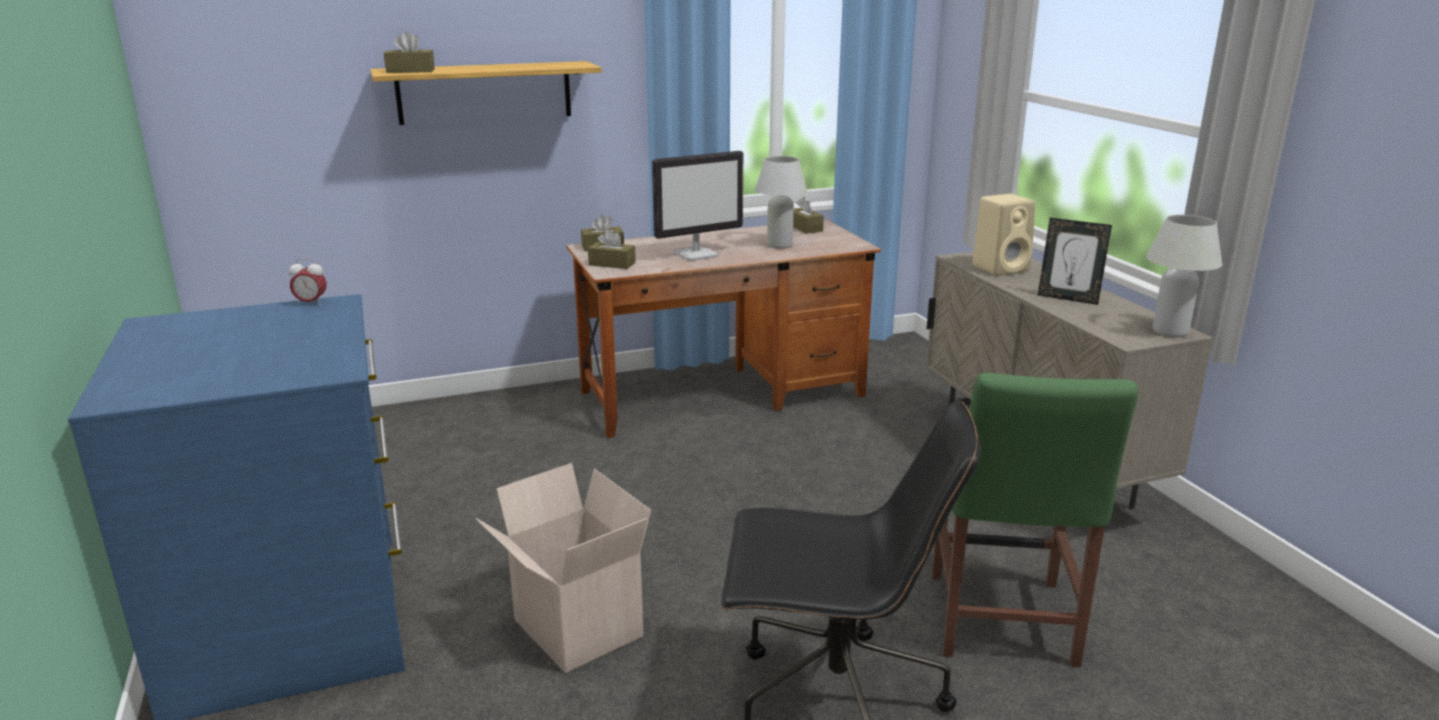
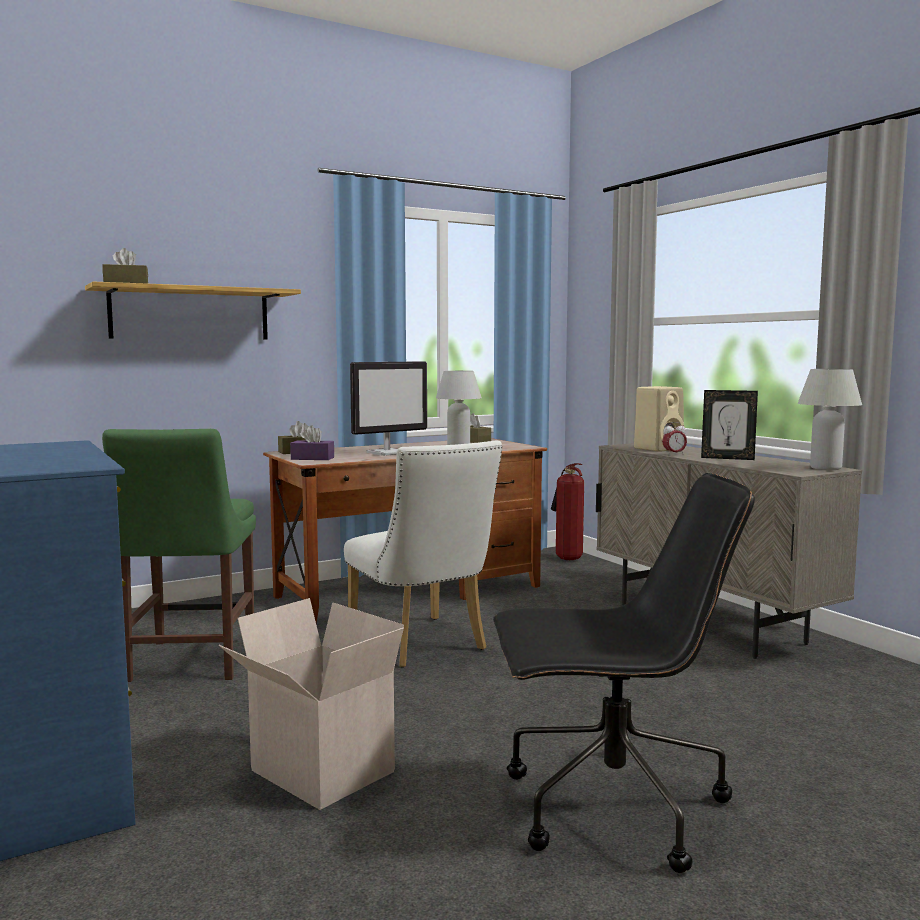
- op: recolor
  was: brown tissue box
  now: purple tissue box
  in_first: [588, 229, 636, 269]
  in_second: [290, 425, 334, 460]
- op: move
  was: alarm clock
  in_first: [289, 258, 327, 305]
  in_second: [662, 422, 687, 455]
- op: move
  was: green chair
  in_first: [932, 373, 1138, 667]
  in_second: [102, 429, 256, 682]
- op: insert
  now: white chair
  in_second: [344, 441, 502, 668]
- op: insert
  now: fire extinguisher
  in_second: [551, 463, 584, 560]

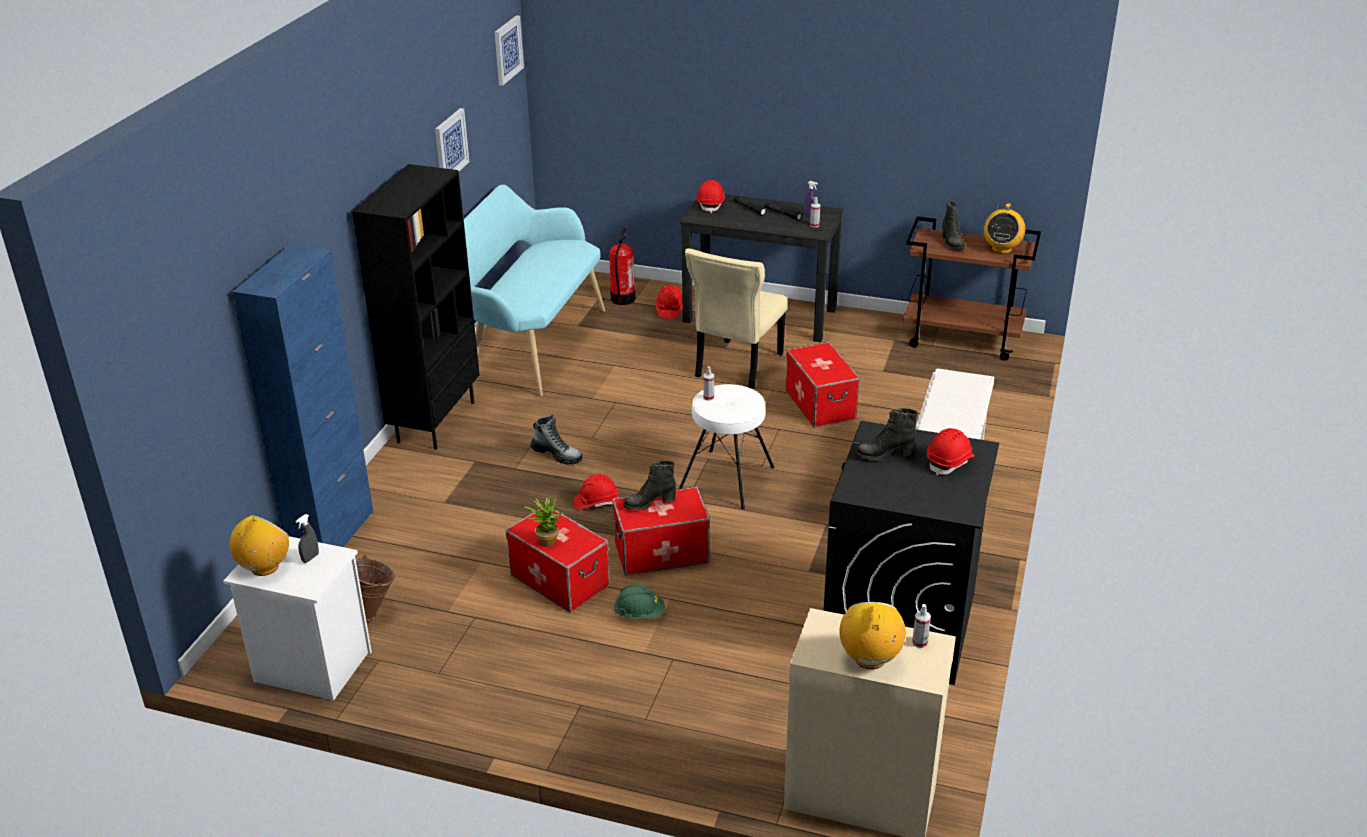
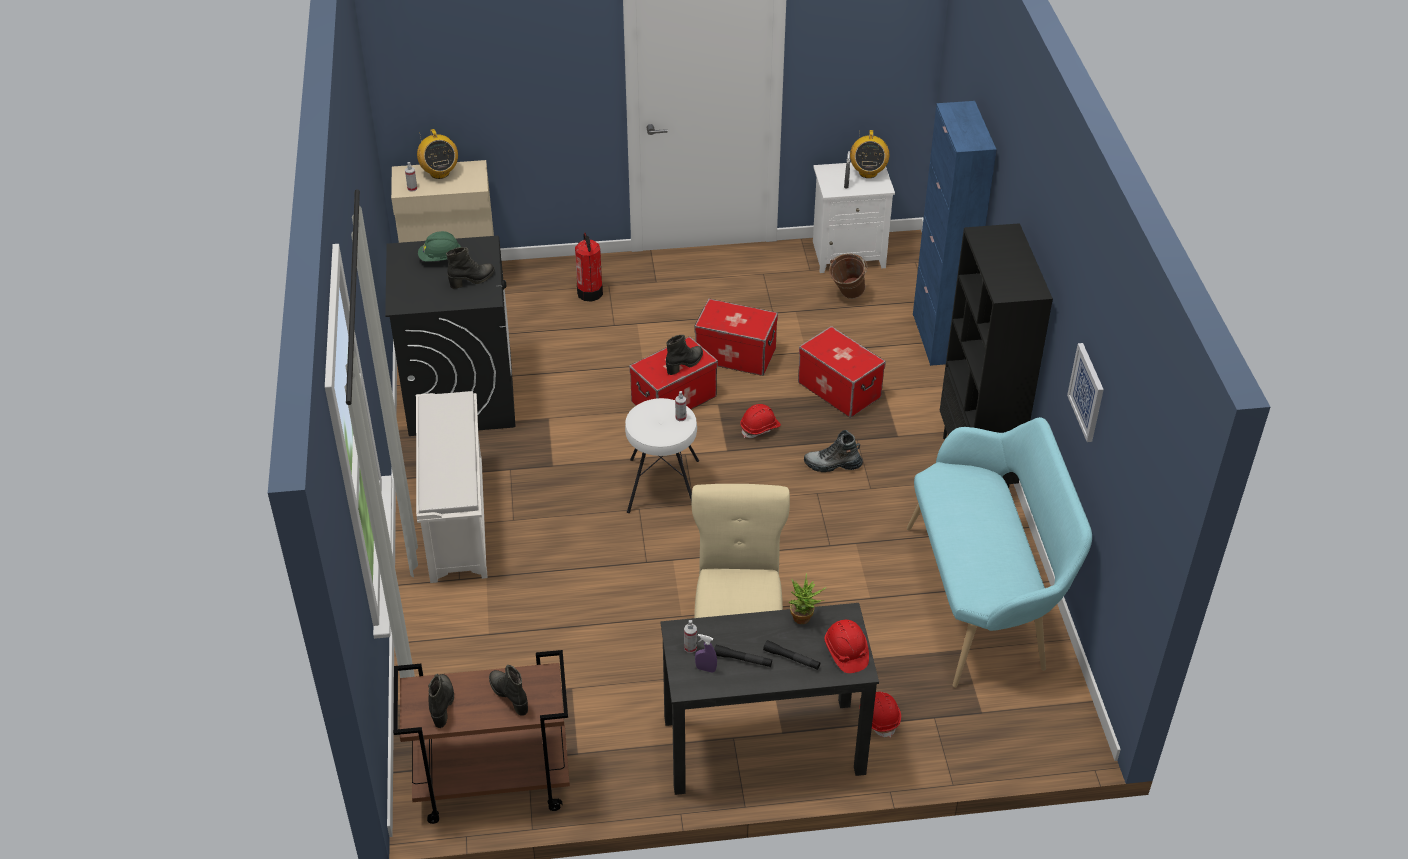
- op: delete
  was: picture
  in_first: [495, 15, 524, 86]
- op: replace
  was: radio
  now: black boot
  in_first: [984, 203, 1025, 254]
  in_second: [428, 674, 454, 728]
- op: move
  was: fire extinguisher
  in_first: [609, 228, 635, 305]
  in_second: [575, 233, 603, 302]
- op: move
  was: storage box
  in_first: [786, 342, 860, 428]
  in_second: [798, 326, 886, 418]
- op: delete
  was: red hard hat
  in_first: [927, 428, 975, 476]
- op: move
  was: potted plant
  in_first: [524, 497, 563, 547]
  in_second: [788, 573, 825, 624]
- op: move
  was: green hard hat
  in_first: [613, 584, 665, 619]
  in_second: [418, 231, 461, 261]

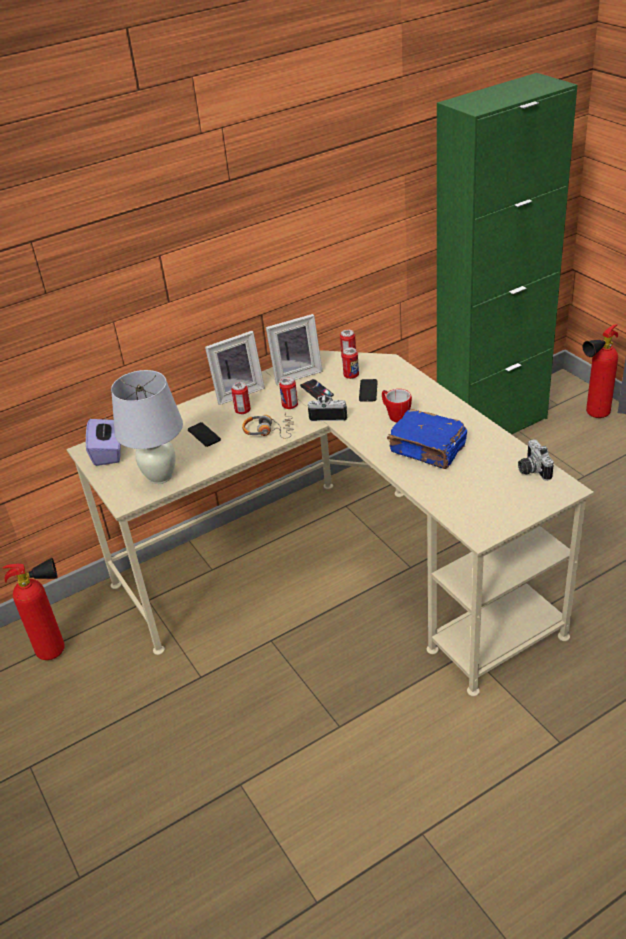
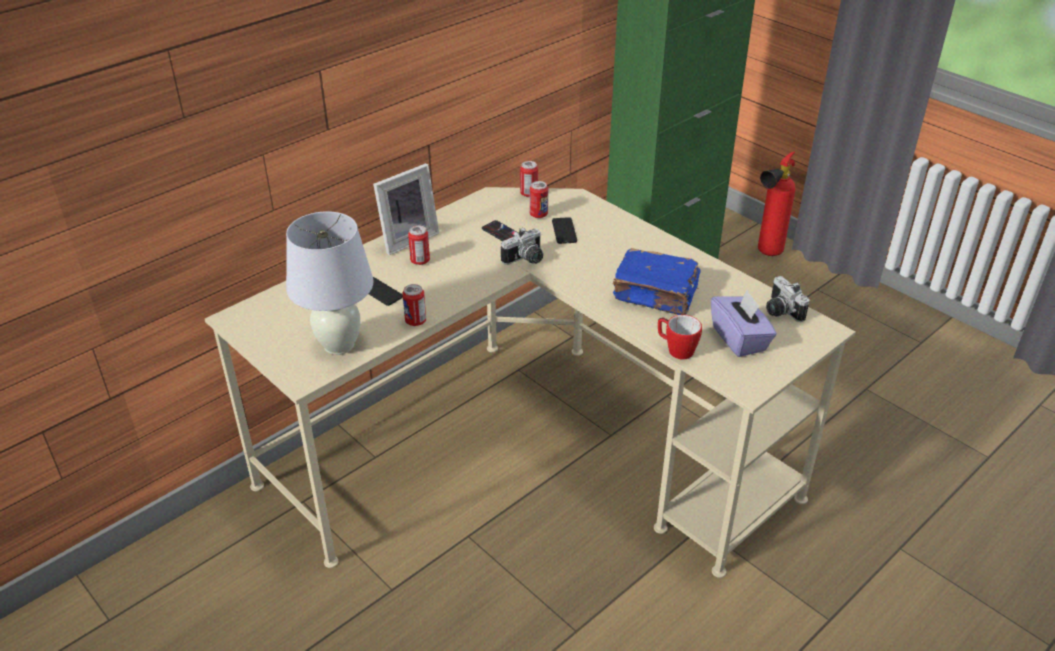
- op: delete
  was: picture frame
  in_first: [266, 314, 323, 385]
- op: move
  was: can
  in_first: [279, 377, 298, 409]
  in_second: [402, 284, 426, 326]
- op: move
  was: mug
  in_first: [382, 389, 412, 422]
  in_second: [658, 315, 702, 360]
- op: rotate
  was: photo camera
  in_first: [308, 395, 347, 421]
  in_second: [501, 227, 543, 265]
  clockwise: 150
- op: delete
  was: headphones
  in_first: [242, 412, 294, 439]
- op: move
  was: purple tissue box
  in_first: [86, 418, 121, 466]
  in_second: [711, 290, 777, 357]
- op: delete
  was: fire extinguisher
  in_first: [2, 558, 65, 660]

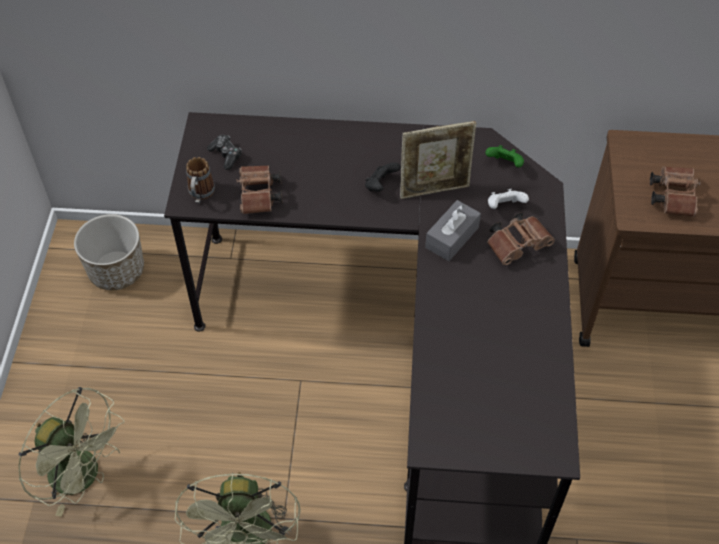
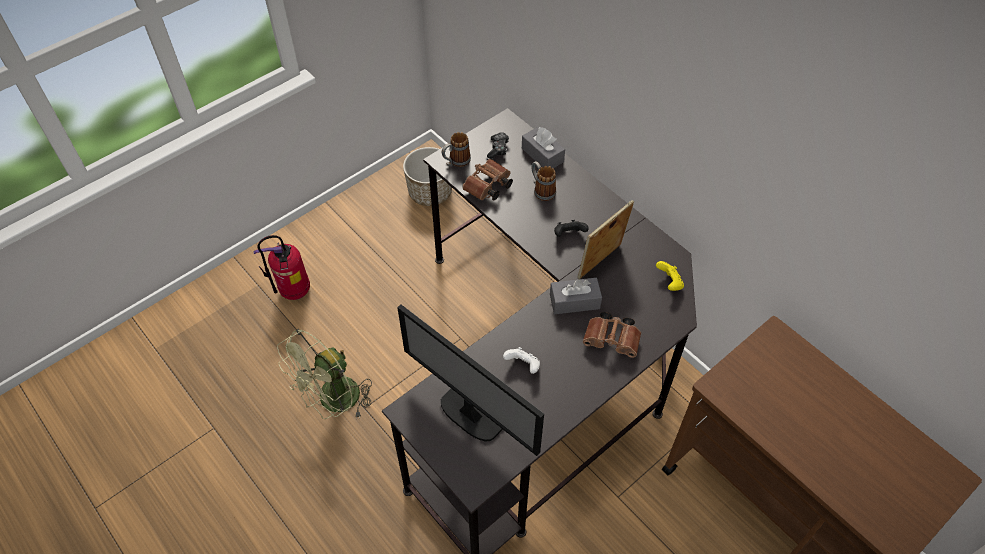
- op: rotate
  was: picture frame
  in_first: [400, 121, 476, 199]
  in_second: [578, 200, 634, 279]
  clockwise: 105
- op: recolor
  was: green game controller
  now: yellow game controller
  in_first: [485, 145, 524, 168]
  in_second: [656, 261, 684, 291]
- op: delete
  was: brown binoculars
  in_first: [650, 167, 701, 217]
- op: move
  was: white game controller
  in_first: [488, 189, 529, 209]
  in_second: [503, 347, 540, 374]
- op: replace
  was: green fan
  now: fire extinguisher
  in_first: [18, 387, 124, 517]
  in_second: [253, 235, 310, 300]
- op: insert
  now: grey tissue box
  in_second: [522, 126, 565, 168]
- op: insert
  now: mug
  in_second: [531, 161, 556, 201]
- op: insert
  now: monitor
  in_second: [397, 304, 544, 456]

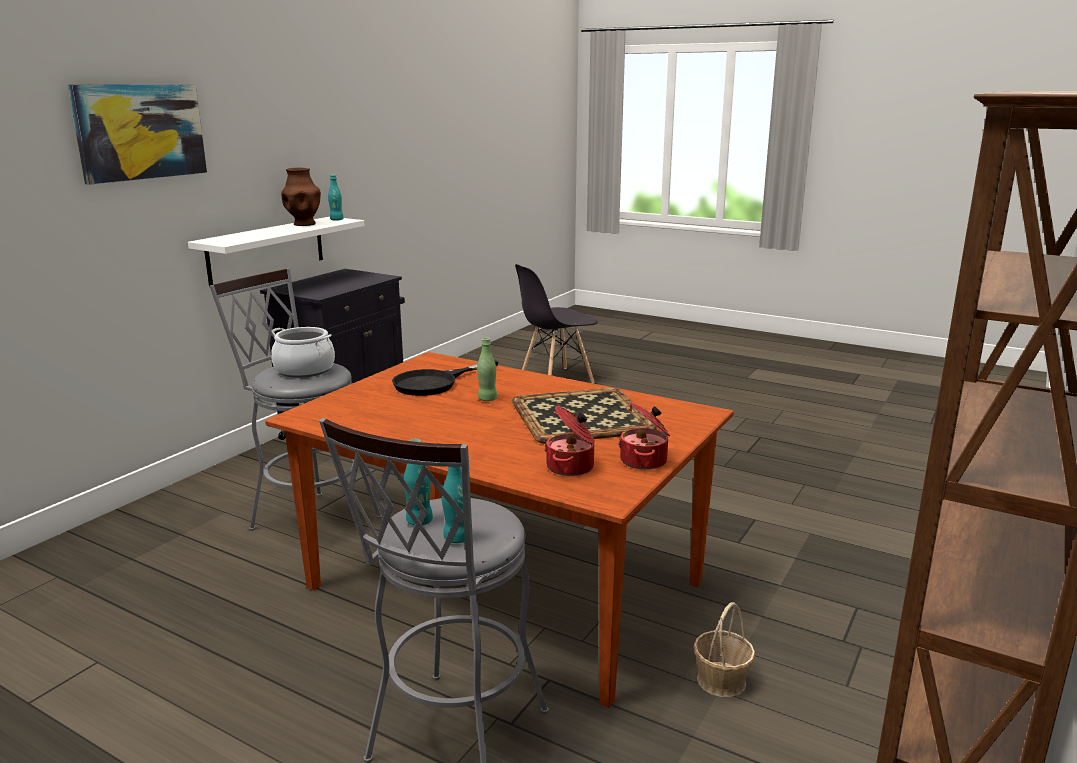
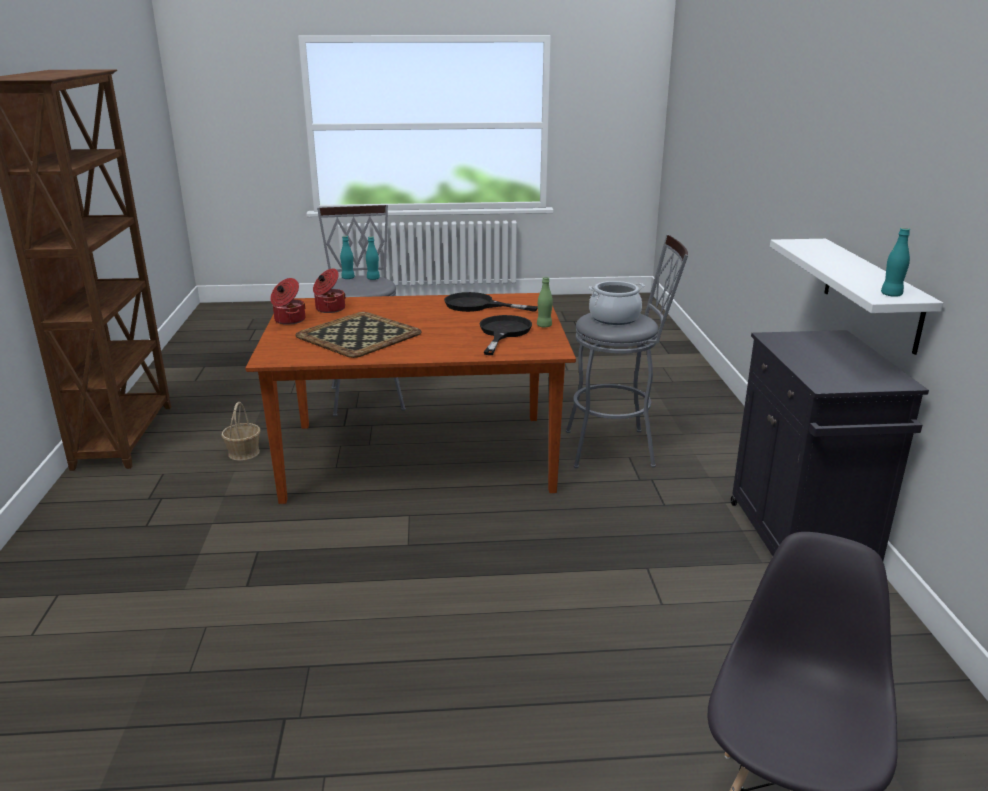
- op: delete
  was: picture
  in_first: [68, 84, 207, 185]
- op: delete
  was: brown vase
  in_first: [281, 168, 321, 226]
- op: move
  was: green bottle
  in_first: [477, 338, 497, 401]
  in_second: [537, 277, 553, 328]
- op: insert
  now: black frying pan
  in_second: [444, 292, 538, 312]

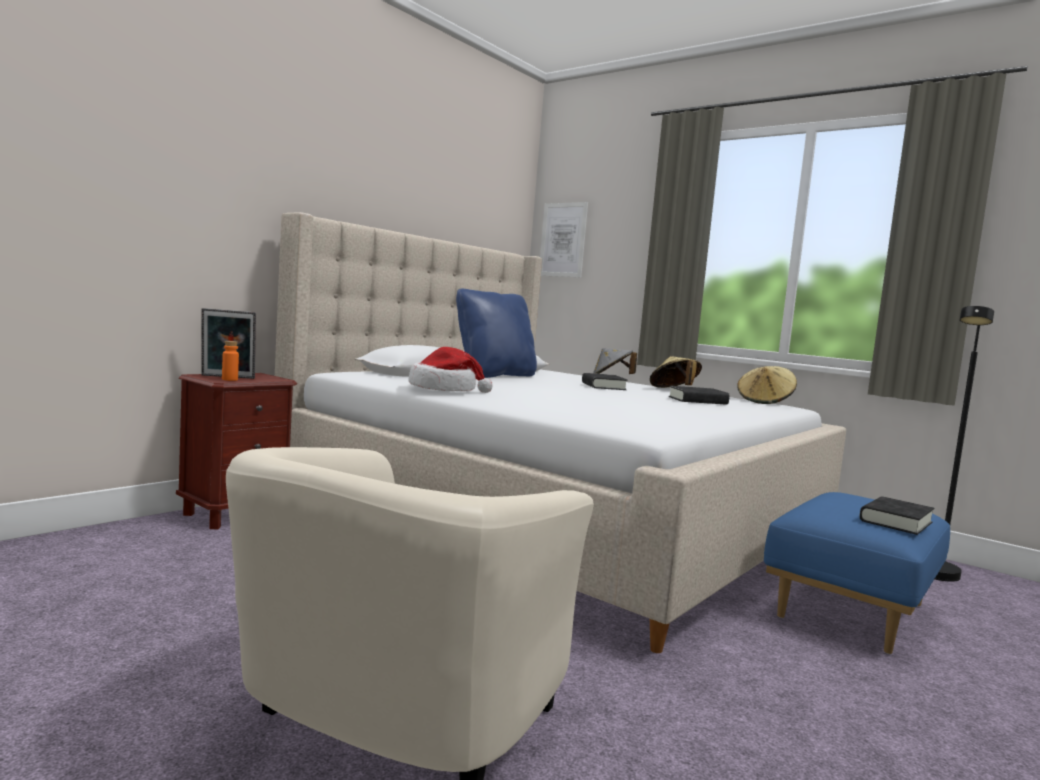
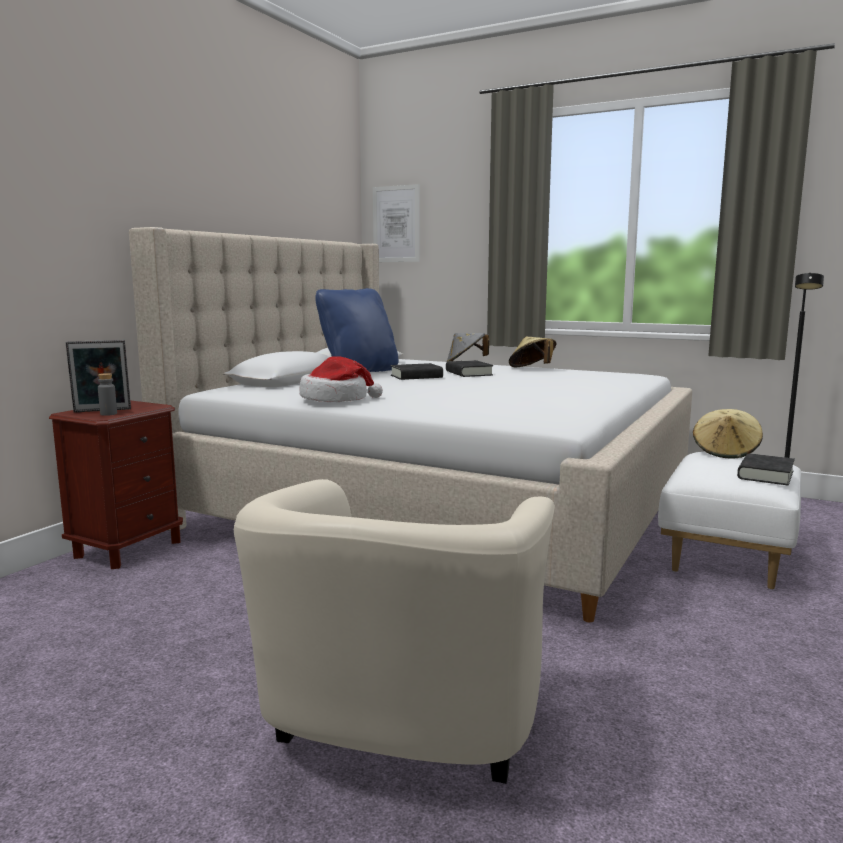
- op: recolor
  was: orange bottle
  now: grey bottle
  in_first: [222, 341, 239, 381]
  in_second: [98, 373, 117, 416]
- op: move
  was: beige hat
  in_first: [737, 366, 797, 404]
  in_second: [693, 409, 763, 459]
- op: move
  was: black book
  in_first: [669, 386, 730, 405]
  in_second: [391, 363, 443, 380]
- op: recolor
  was: blue ottoman
  now: white ottoman
  in_first: [764, 492, 950, 654]
  in_second: [658, 452, 801, 590]

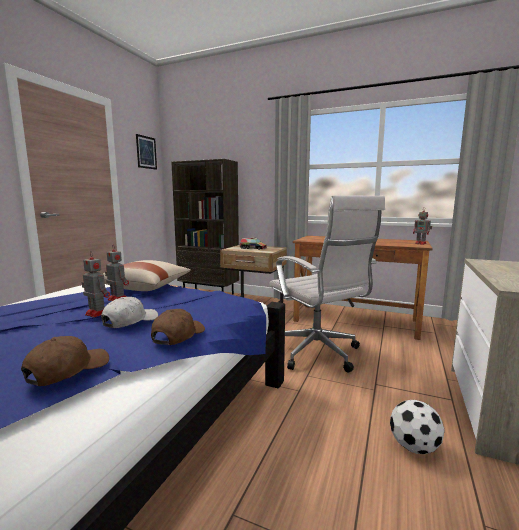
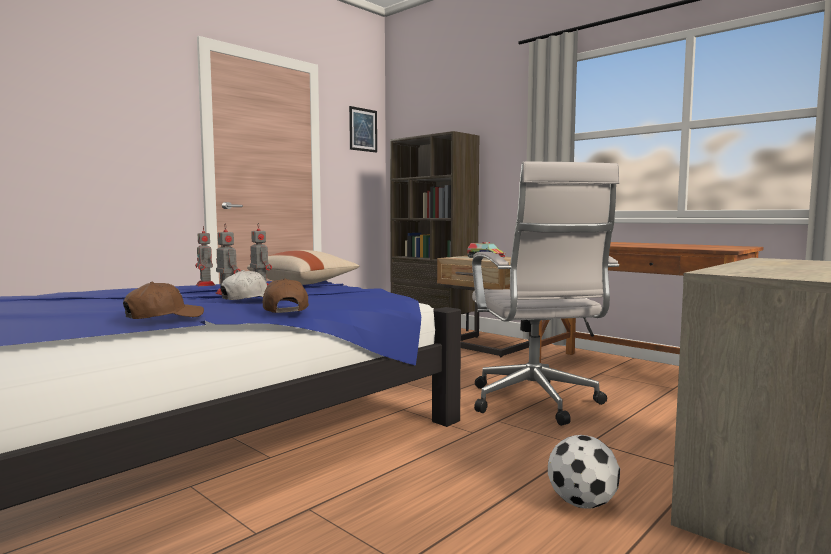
- op: move
  was: toy robot
  in_first: [413, 210, 432, 245]
  in_second: [195, 226, 215, 286]
- op: rotate
  was: brown cap
  in_first: [151, 309, 205, 345]
  in_second: [263, 278, 309, 313]
  clockwise: -60

